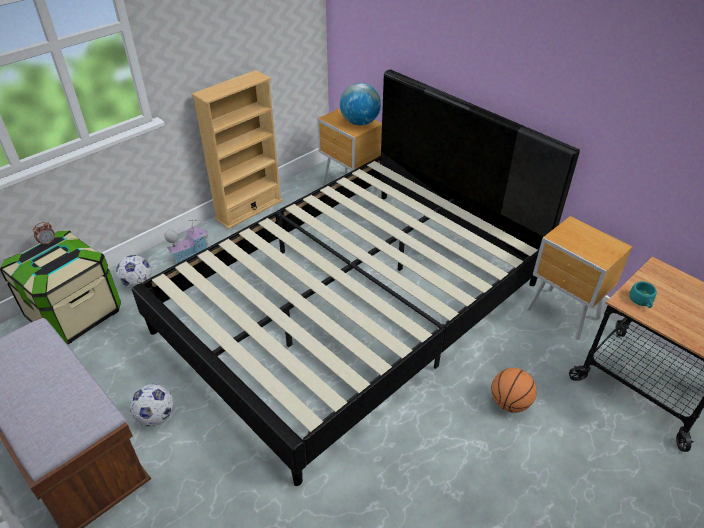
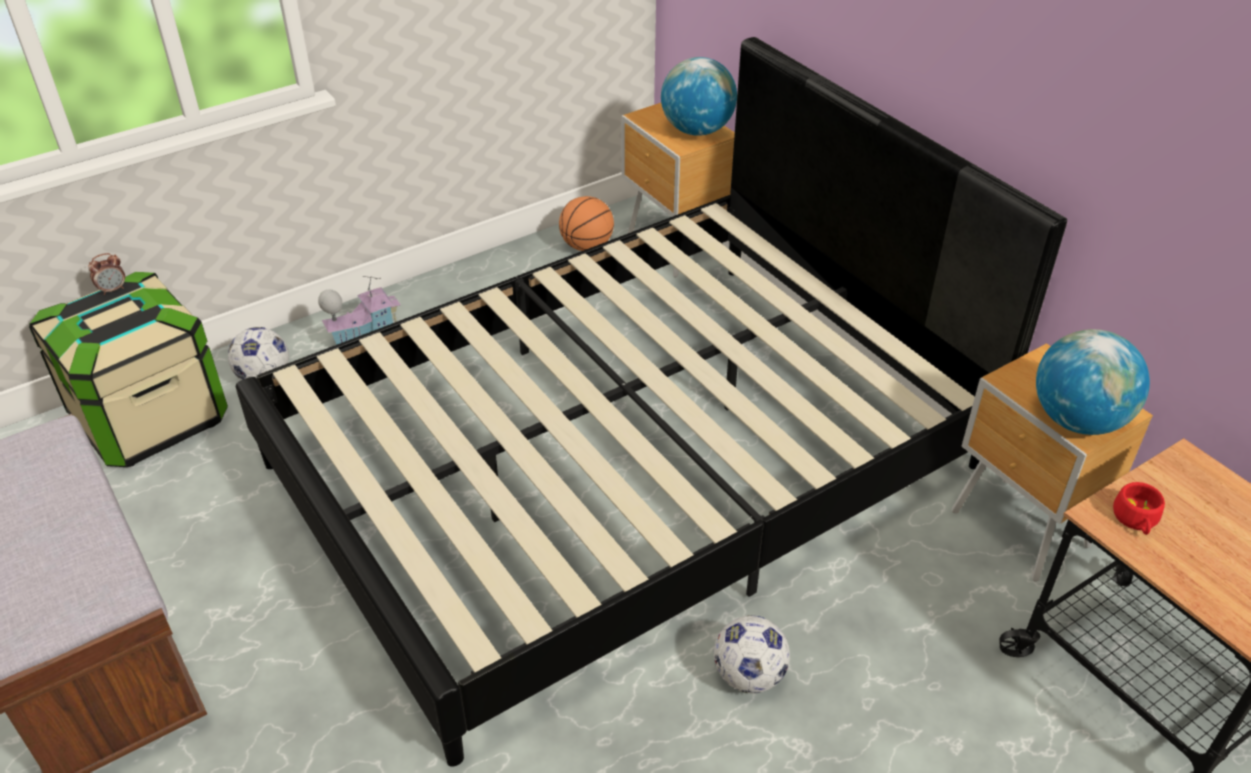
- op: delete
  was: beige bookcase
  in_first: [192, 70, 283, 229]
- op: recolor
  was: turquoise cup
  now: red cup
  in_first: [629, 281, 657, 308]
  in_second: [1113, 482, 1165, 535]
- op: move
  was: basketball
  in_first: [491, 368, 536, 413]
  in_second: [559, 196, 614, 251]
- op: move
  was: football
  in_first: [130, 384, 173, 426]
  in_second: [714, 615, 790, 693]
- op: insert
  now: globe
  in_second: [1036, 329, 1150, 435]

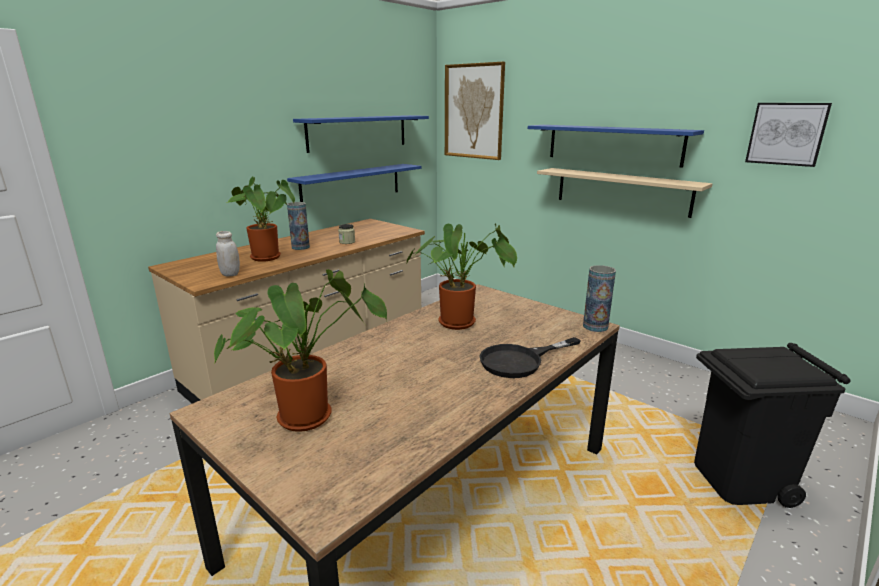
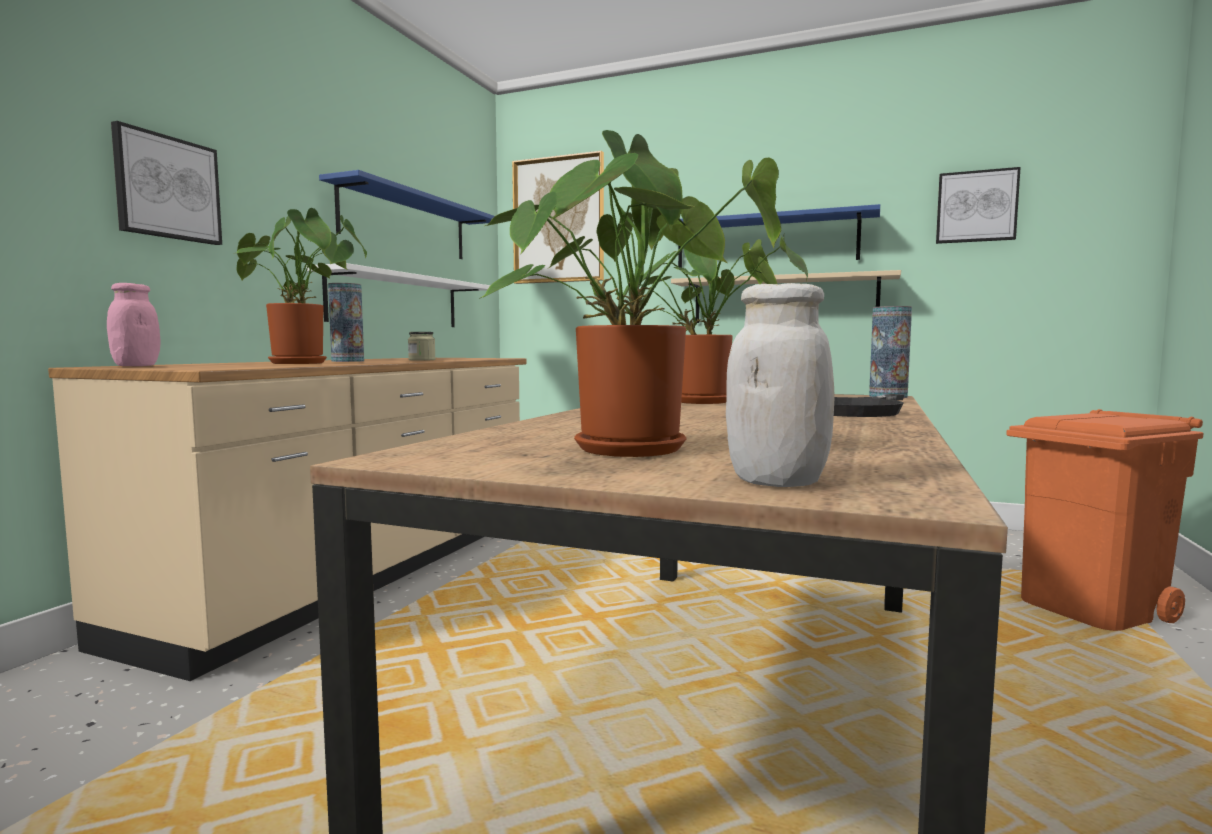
- op: recolor
  was: blue shelf
  now: white shelf
  in_first: [287, 164, 422, 202]
  in_second: [306, 263, 490, 327]
- op: move
  was: white jar
  in_first: [216, 231, 240, 277]
  in_second: [726, 283, 835, 487]
- op: recolor
  was: black trash can
  now: orange trash can
  in_first: [694, 343, 851, 508]
  in_second: [1006, 409, 1203, 631]
- op: insert
  now: picture
  in_second: [111, 121, 222, 245]
- op: insert
  now: pink jar
  in_second: [107, 283, 161, 366]

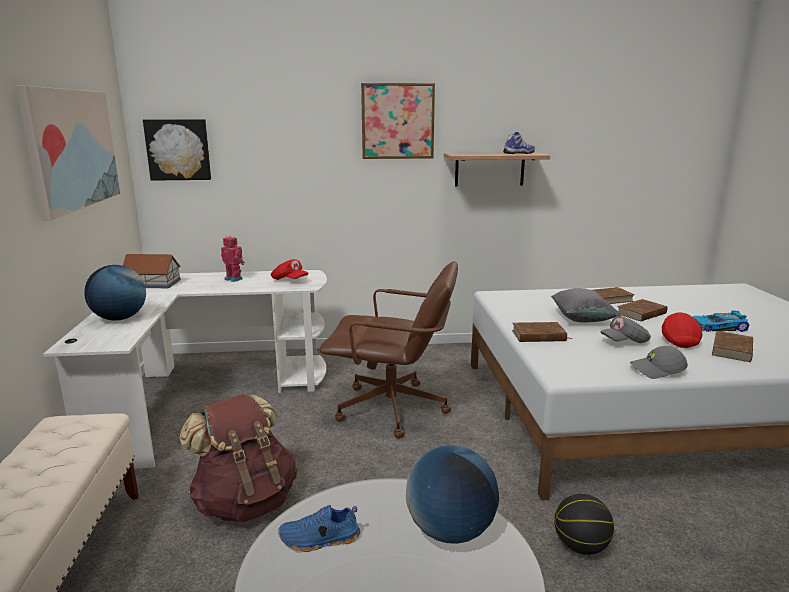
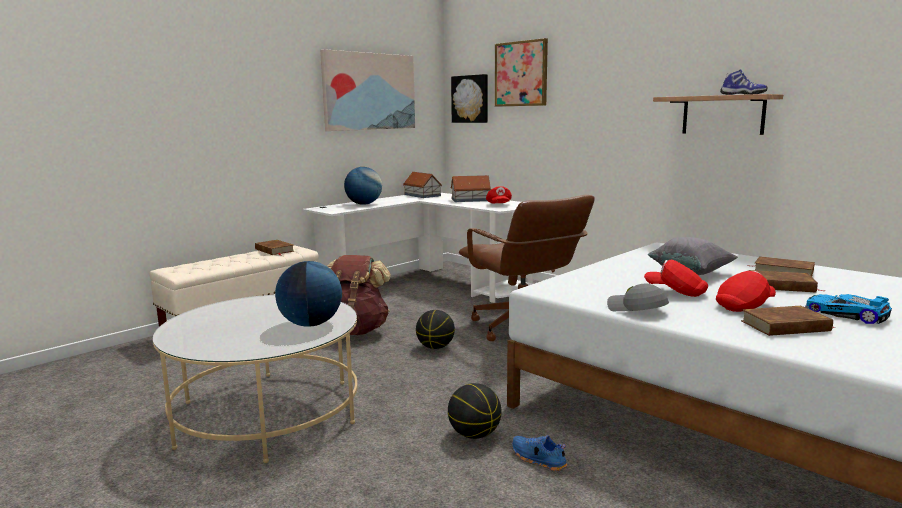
- op: move
  was: picture
  in_first: [361, 83, 435, 159]
  in_second: [495, 38, 548, 107]
- op: replace
  was: toy robot
  now: toy house
  in_first: [221, 236, 245, 282]
  in_second: [450, 175, 492, 202]
- op: recolor
  was: grey cap
  now: red cap
  in_first: [600, 316, 651, 343]
  in_second: [644, 259, 708, 297]
- op: move
  was: brown book
  in_first: [512, 322, 572, 342]
  in_second: [255, 240, 294, 255]
- op: move
  was: blue shoe
  in_first: [278, 505, 360, 552]
  in_second: [512, 435, 567, 471]
- op: insert
  now: basketball
  in_second: [416, 310, 455, 349]

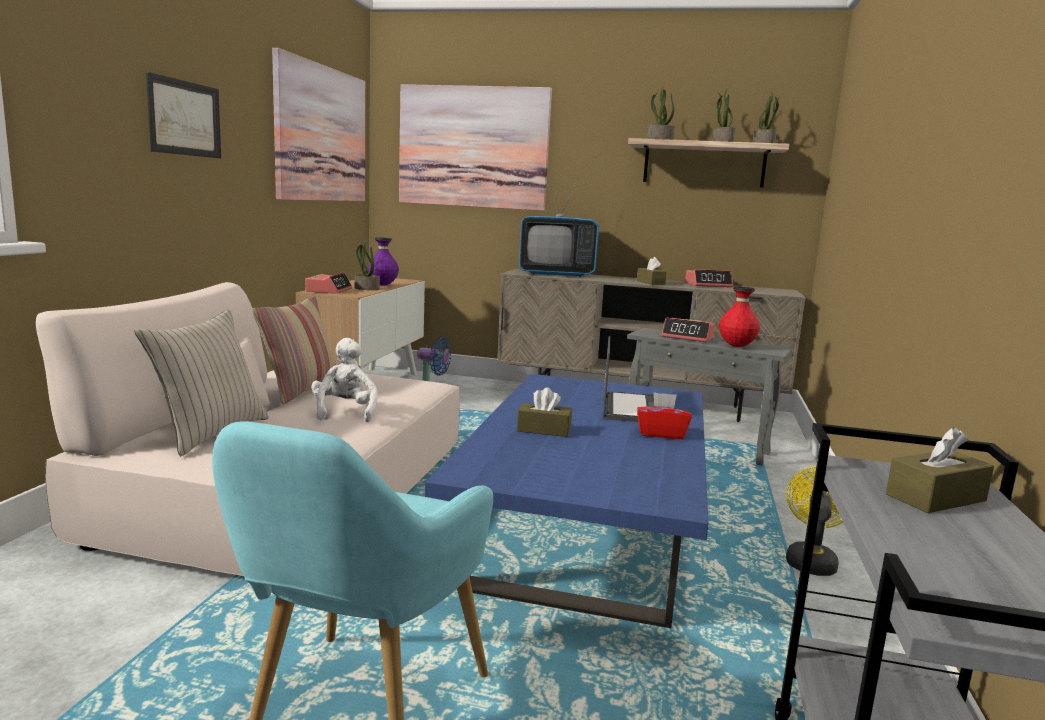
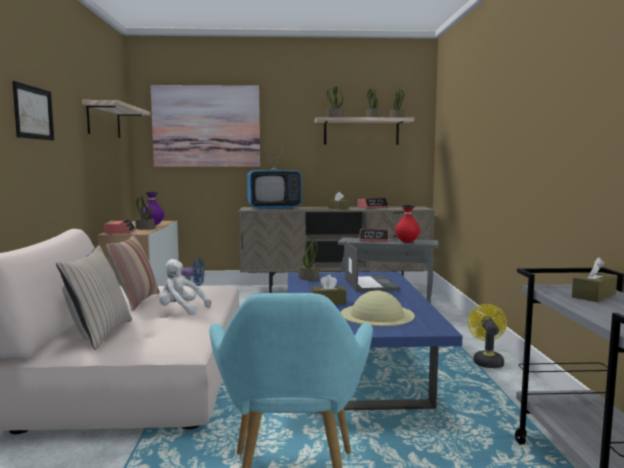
- op: replace
  was: picture
  now: shelf
  in_first: [272, 48, 365, 201]
  in_second: [82, 100, 151, 138]
- op: rotate
  was: white plush toy
  in_first: [311, 338, 378, 422]
  in_second: [159, 259, 211, 315]
  clockwise: -45
- op: delete
  was: red tissue box
  in_first: [637, 392, 692, 439]
- op: insert
  now: potted plant
  in_second: [298, 235, 319, 281]
- op: insert
  now: beige hat
  in_second: [341, 290, 415, 326]

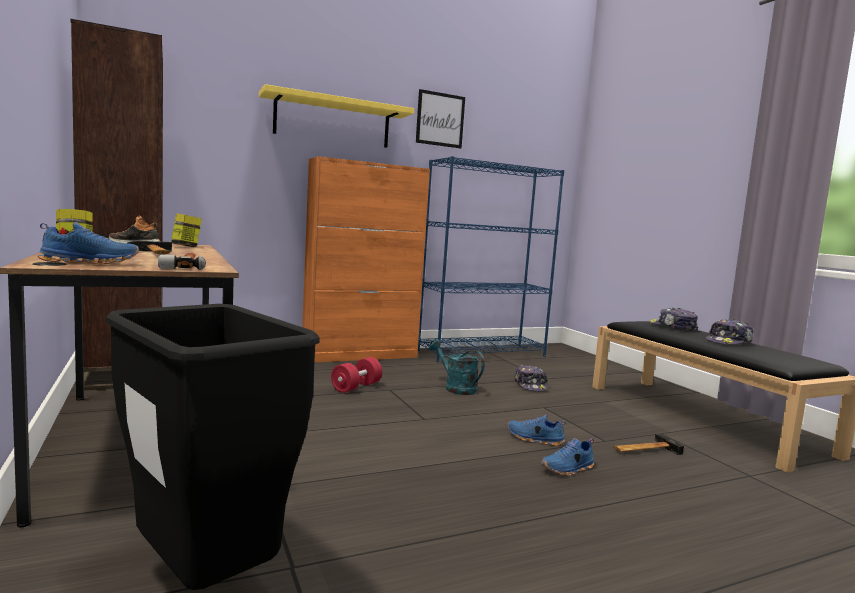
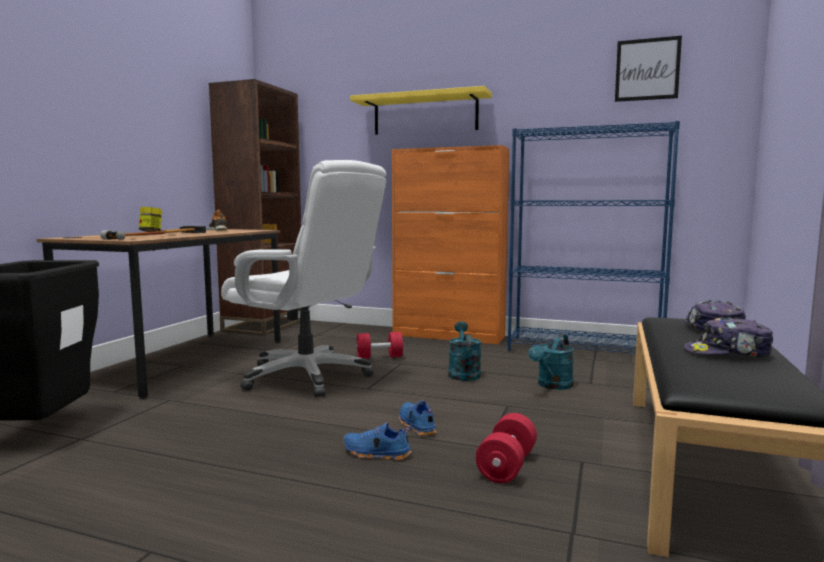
- op: move
  was: picture
  in_first: [416, 89, 465, 148]
  in_second: [615, 36, 682, 102]
- op: delete
  was: jar
  in_first: [171, 214, 202, 247]
- op: delete
  was: blue shoe
  in_first: [38, 222, 139, 264]
- op: replace
  was: cap
  now: turquoise watering can
  in_first: [514, 365, 548, 391]
  in_second: [528, 334, 574, 390]
- op: replace
  was: hammer
  now: red dumbbell
  in_first: [613, 434, 684, 455]
  in_second: [475, 413, 537, 483]
- op: insert
  now: white office chair
  in_second: [221, 160, 386, 397]

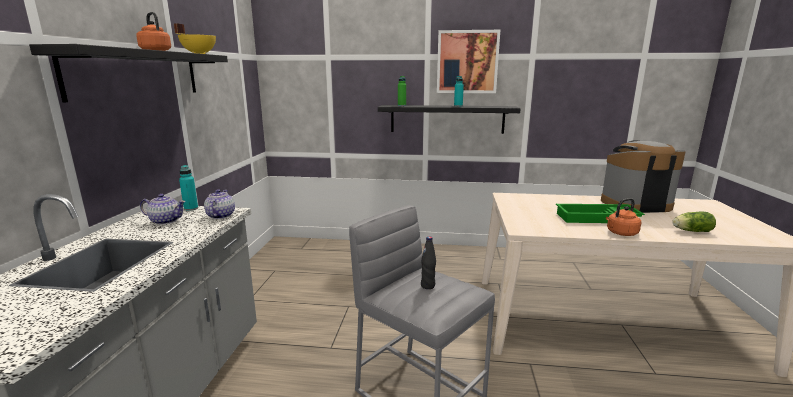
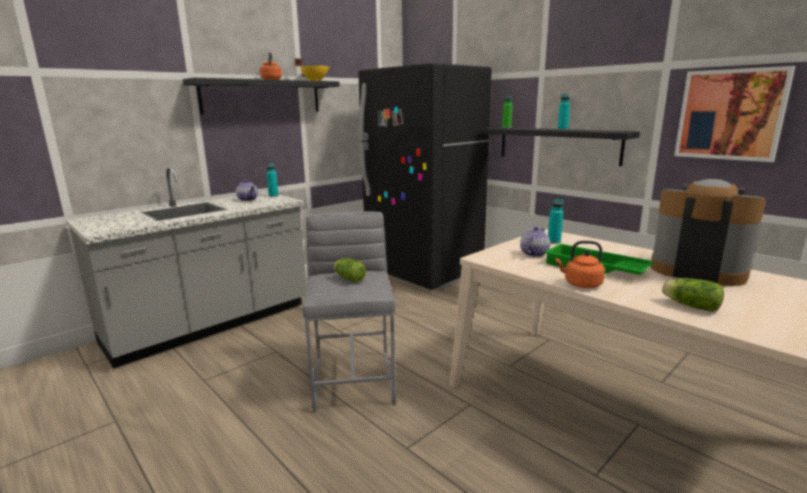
- op: move
  was: picture
  in_first: [437, 30, 500, 93]
  in_second: [674, 66, 795, 162]
- op: move
  was: teapot
  in_first: [204, 189, 235, 219]
  in_second: [520, 227, 550, 257]
- op: replace
  was: black bottle
  now: lettuce
  in_first: [421, 236, 436, 289]
  in_second: [334, 258, 366, 283]
- op: insert
  now: black fridge
  in_second: [358, 63, 492, 290]
- op: insert
  now: turquoise bottle
  in_second: [548, 199, 564, 244]

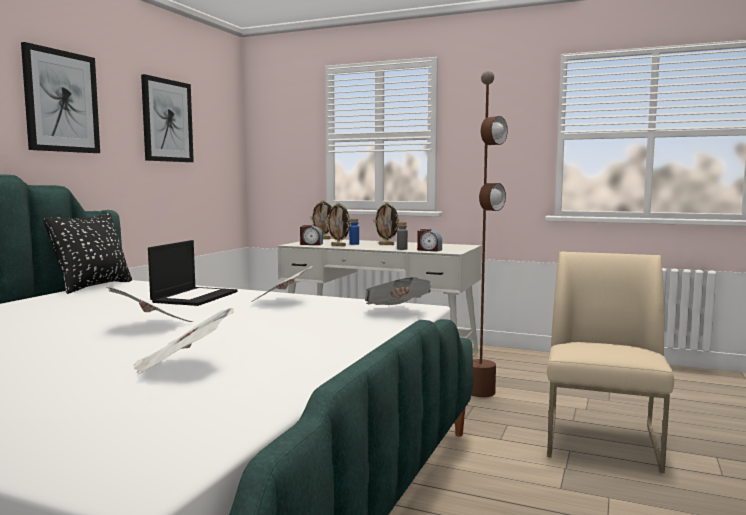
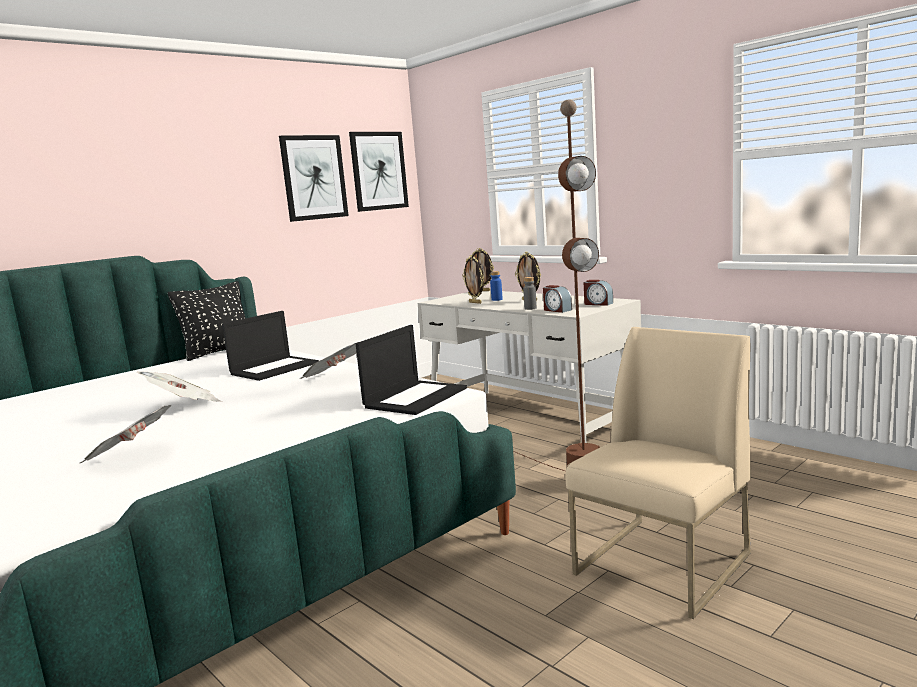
- op: move
  was: picture
  in_first: [21, 42, 100, 153]
  in_second: [349, 132, 409, 212]
- op: move
  was: alarm clock
  in_first: [300, 225, 323, 245]
  in_second: [584, 280, 613, 306]
- op: replace
  was: newspaper
  now: laptop
  in_first: [365, 277, 431, 305]
  in_second: [356, 325, 467, 415]

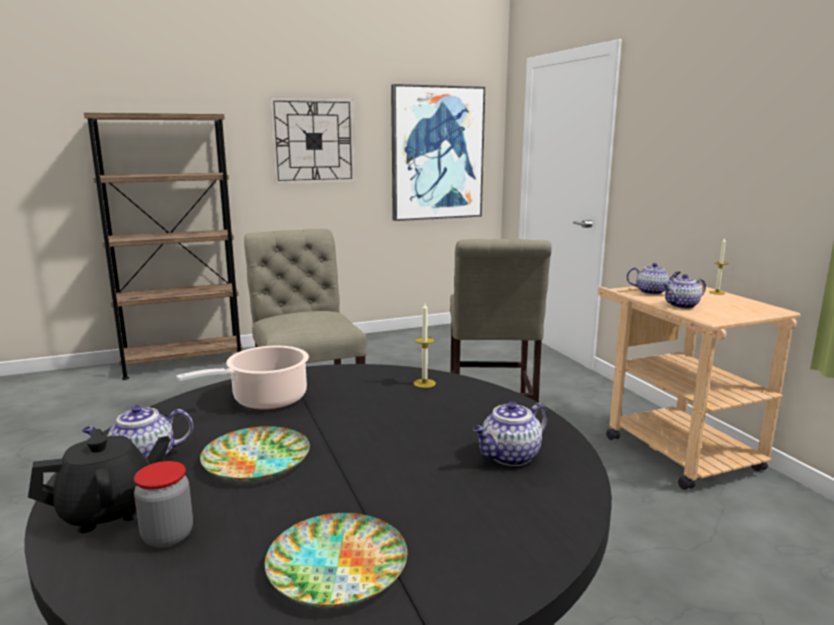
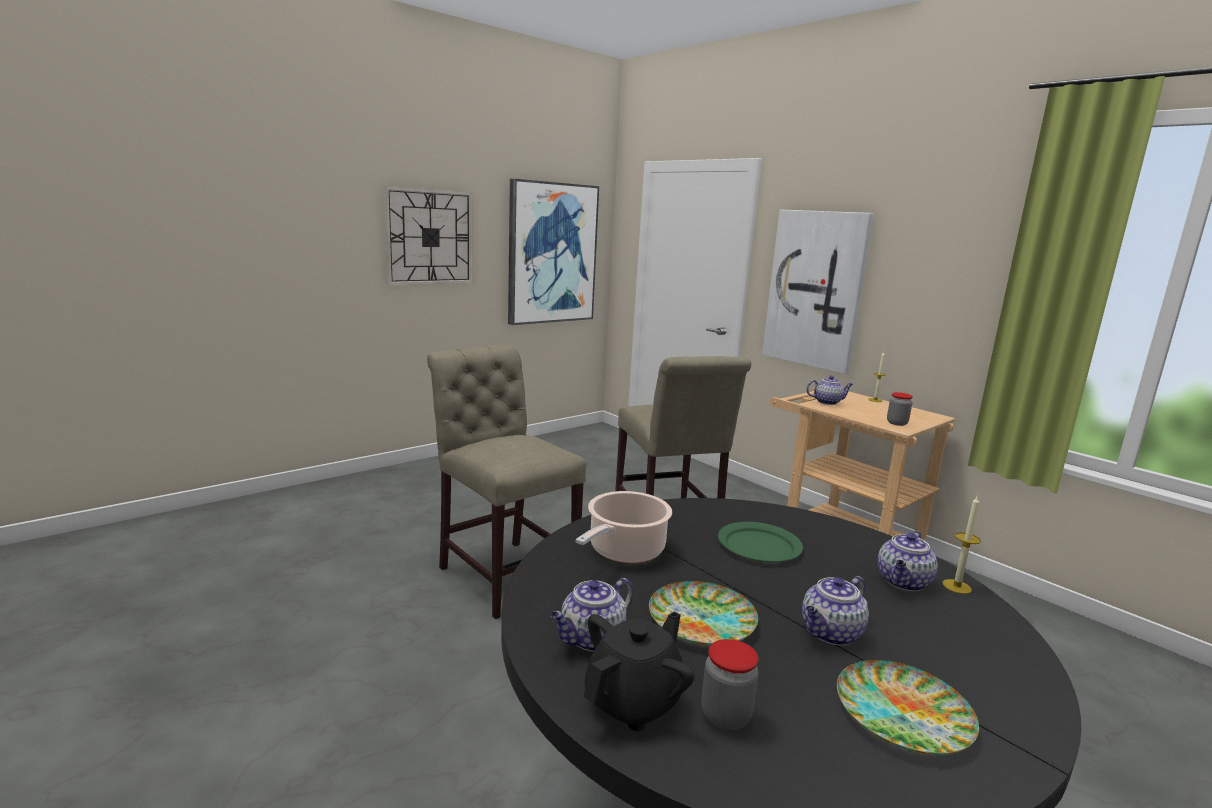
- op: delete
  was: brown bookcase
  in_first: [84, 113, 243, 380]
- op: move
  was: teapot
  in_first: [663, 274, 706, 309]
  in_second: [802, 576, 869, 646]
- op: move
  was: candle
  in_first: [414, 303, 436, 388]
  in_second: [942, 495, 981, 594]
- op: insert
  now: picture
  in_second: [762, 210, 874, 374]
- op: insert
  now: jar
  in_second: [887, 392, 913, 426]
- op: insert
  now: green plate
  in_second: [718, 522, 803, 562]

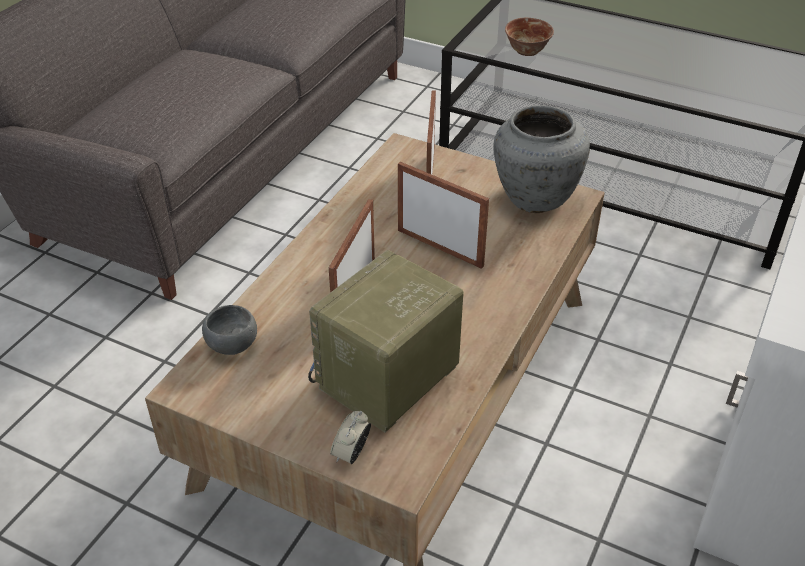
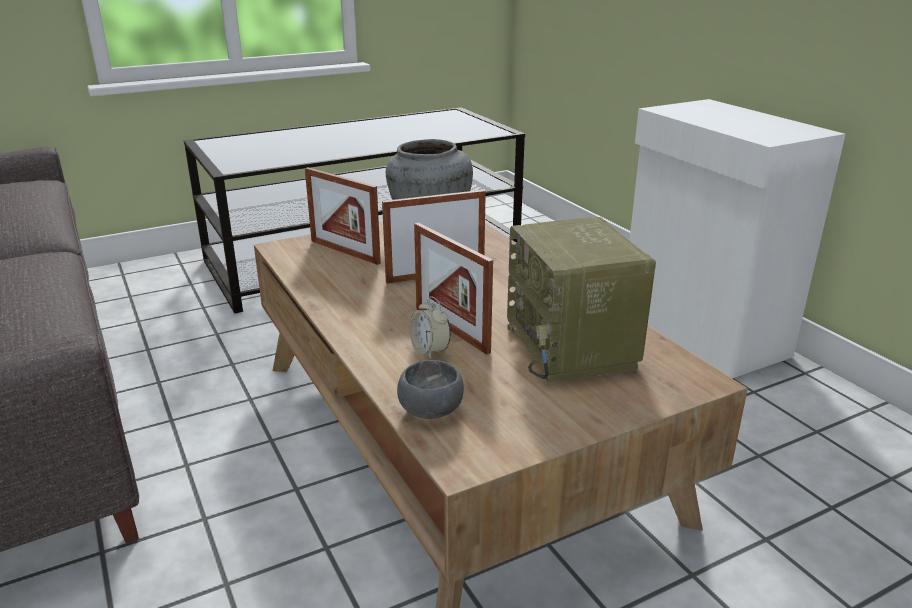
- op: delete
  was: bowl
  in_first: [505, 18, 554, 56]
- op: move
  was: alarm clock
  in_first: [330, 411, 371, 464]
  in_second: [410, 296, 451, 360]

